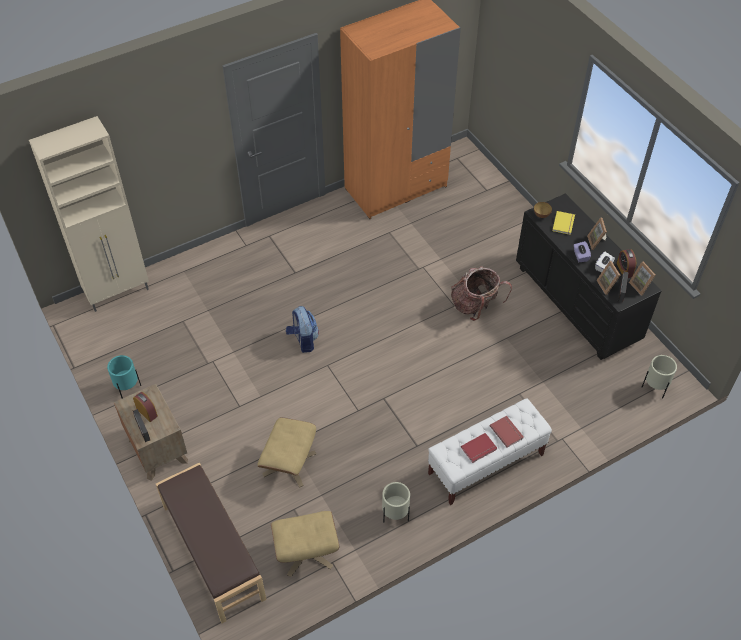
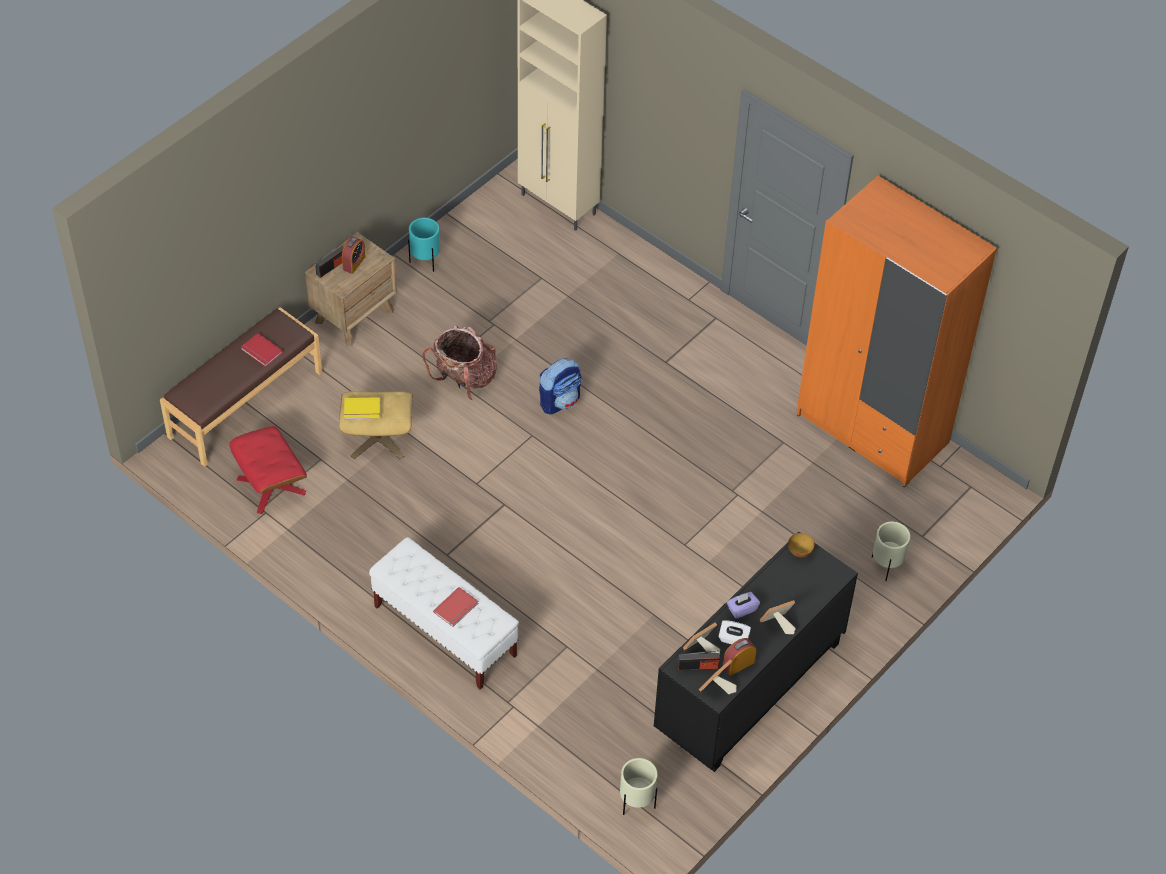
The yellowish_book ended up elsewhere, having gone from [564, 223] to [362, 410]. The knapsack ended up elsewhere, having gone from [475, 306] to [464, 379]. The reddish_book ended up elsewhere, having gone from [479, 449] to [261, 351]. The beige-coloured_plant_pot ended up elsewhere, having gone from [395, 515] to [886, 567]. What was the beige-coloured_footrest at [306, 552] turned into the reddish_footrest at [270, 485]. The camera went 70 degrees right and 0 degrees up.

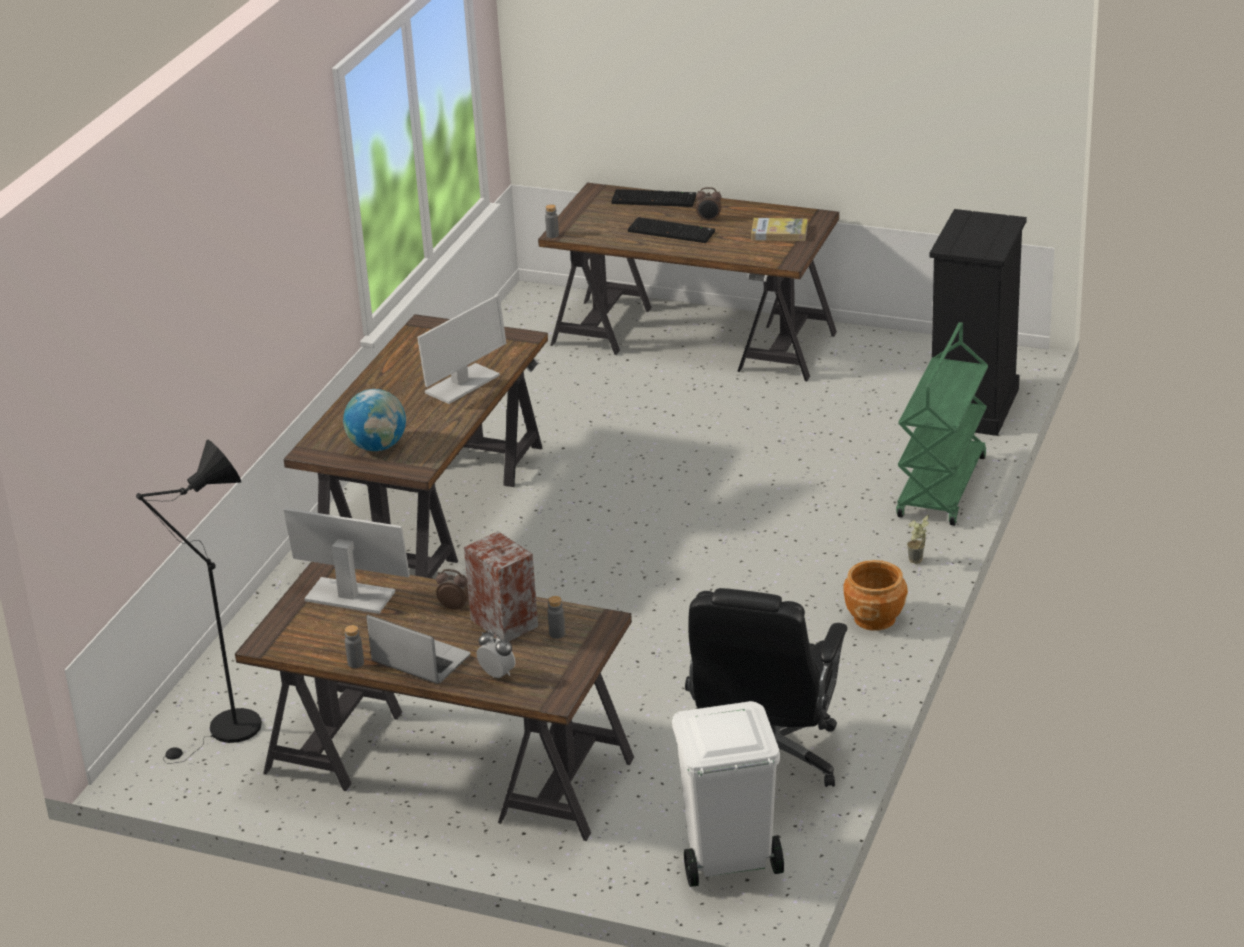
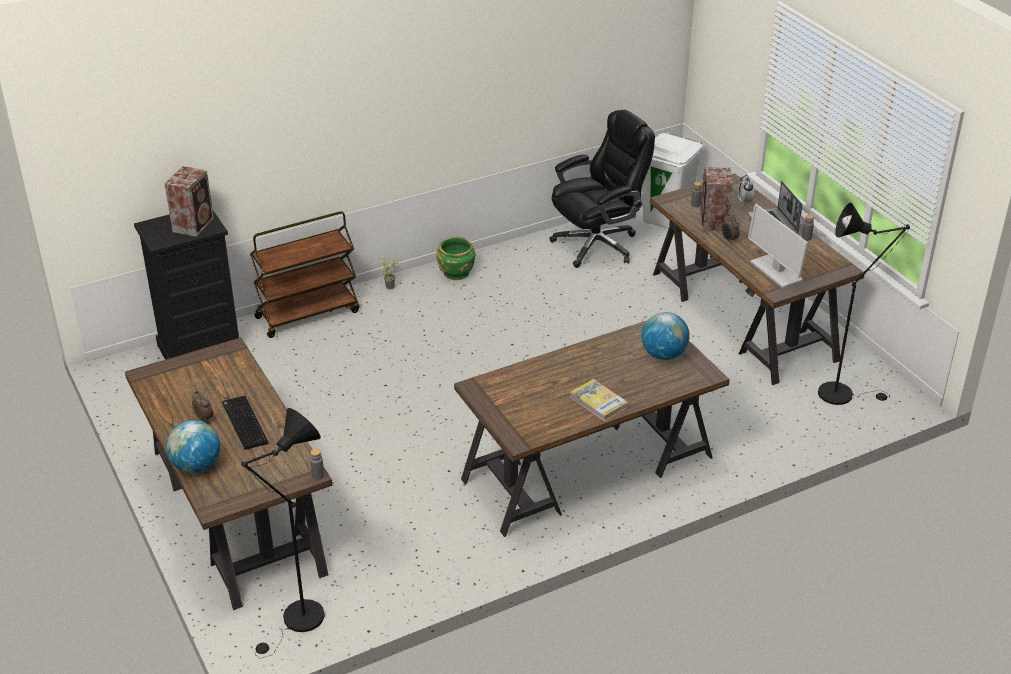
Where the computer_keyboard stood at [655, 199], the globe came to stand at [196, 466]. The book ended up elsewhere, having gone from [779, 232] to [598, 402]. The second view lost the computer_display at [462, 385]. What was the green-coloured_wheeled_cart at [942, 488] turned into the brownish_wheeled_cart at [308, 314]. What was the brownish_plant_pot at [875, 618] turned into the green-coloured_plant_pot at [456, 272]. The second view gained the loudspeaker at [194, 224]. The second view gained the black_floor_lamp at [298, 622]. The camera went 140 degrees left and 5 degrees up.

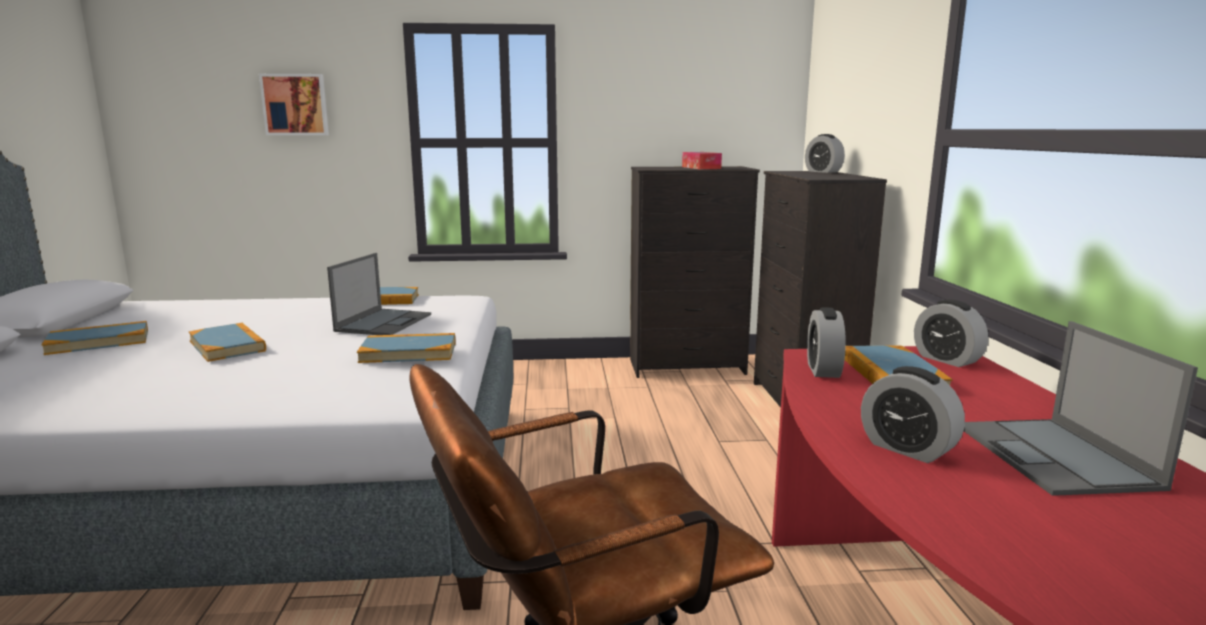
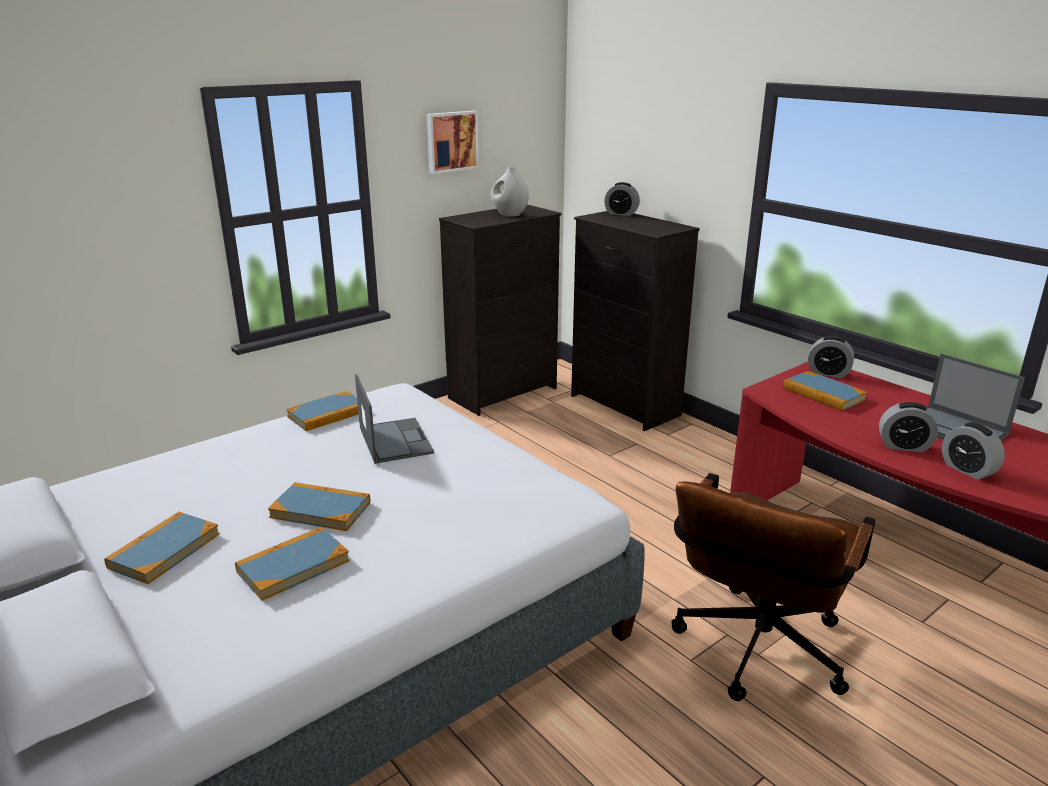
The wall_picture ended up elsewhere, having gone from [295, 105] to [451, 141]. Where the box_of_tissues stood at [701, 168], the whitish_decorative_vase came to stand at [509, 215]. The table_clock ended up elsewhere, having gone from [823, 370] to [967, 470]. The book ended up elsewhere, having gone from [408, 352] to [293, 566]. The camera went 35 degrees left and 10 degrees up.

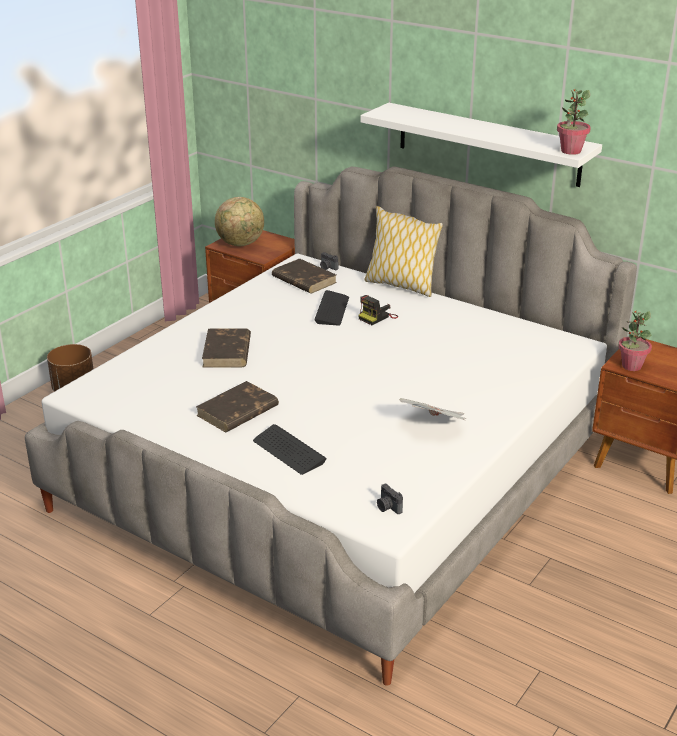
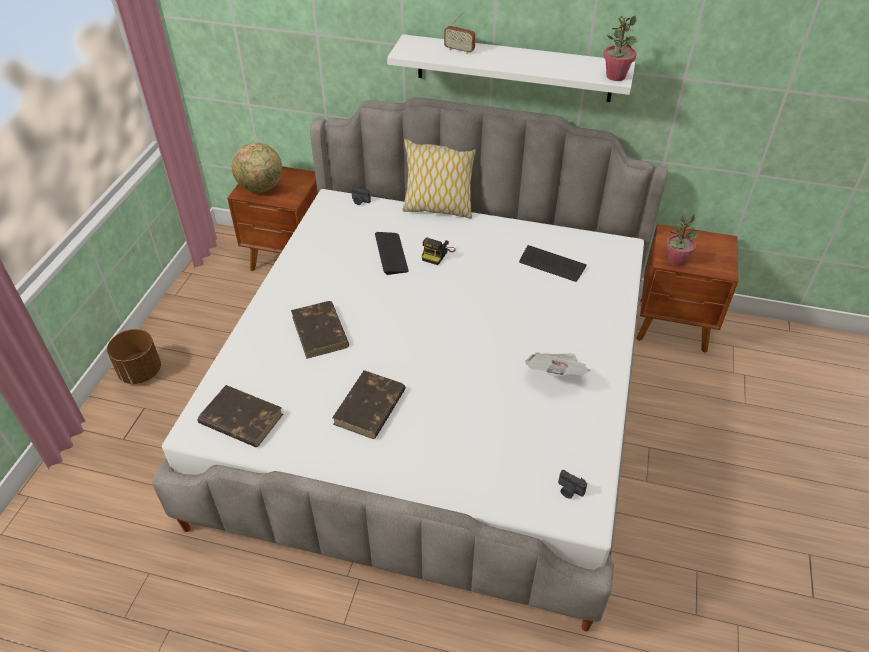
The brownish_book ended up elsewhere, having gone from [303, 279] to [240, 419]. The computer_keyboard ended up elsewhere, having gone from [289, 451] to [552, 264]. The second view gained the radio at [459, 50]. The camera went 20 degrees left and 15 degrees up.

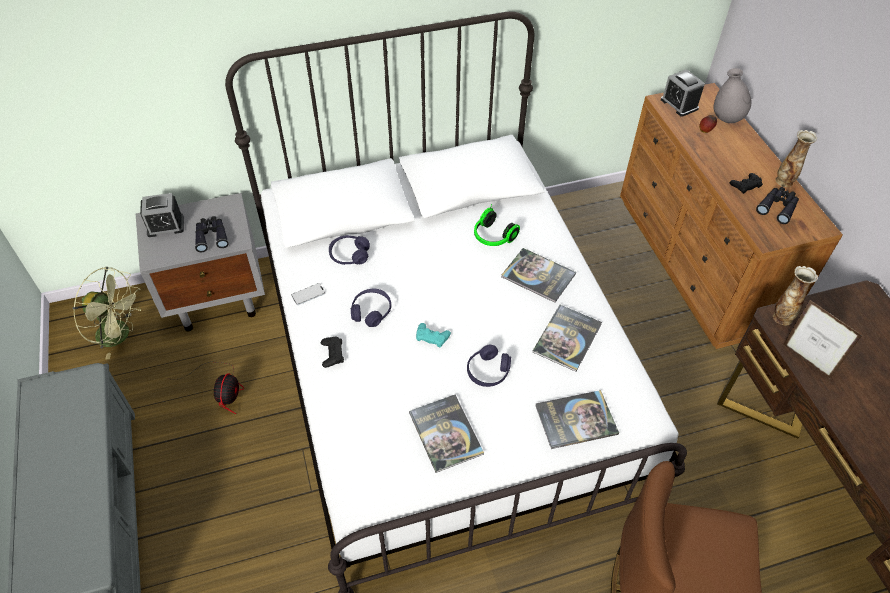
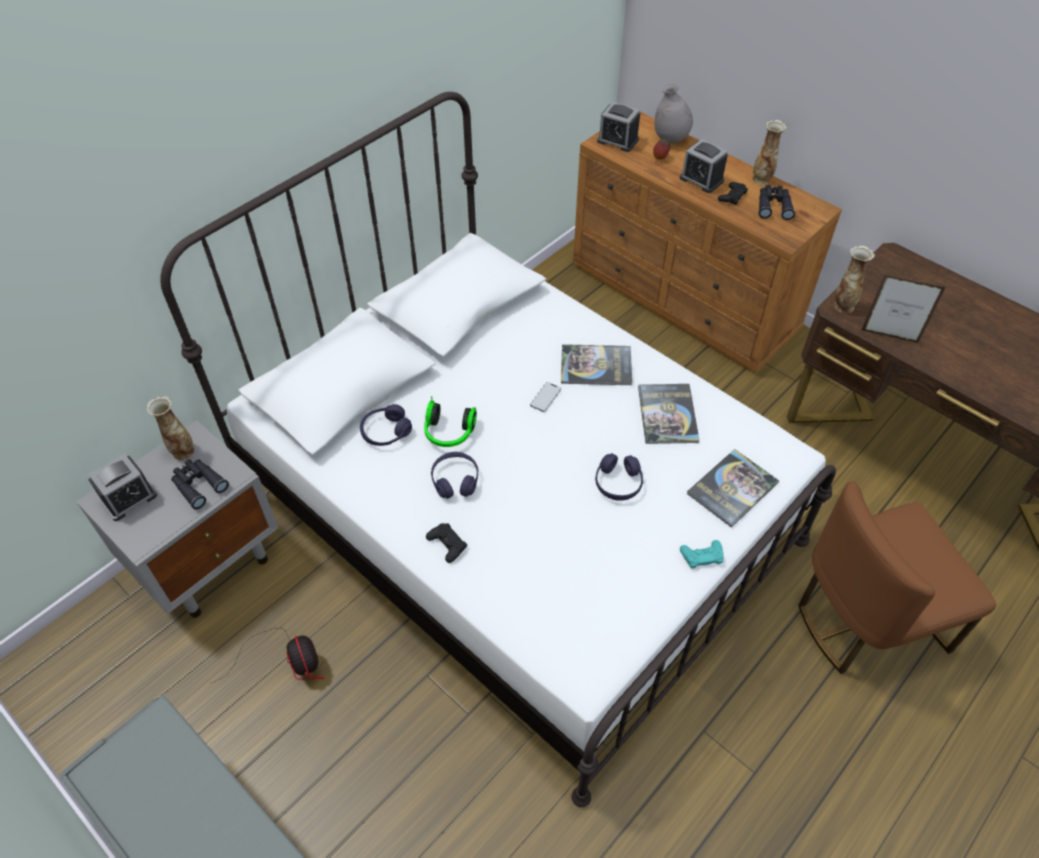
The headset ended up elsewhere, having gone from [492, 237] to [448, 433]. The second view lost the green-coloured_electric_fan at [120, 335]. The telephone ended up elsewhere, having gone from [308, 294] to [545, 397]. The turquoise-coloured_game_controller ended up elsewhere, having gone from [432, 337] to [702, 556]. The second view lost the book at [445, 433]. The second view gained the table_clock at [701, 179]. The second view gained the decorative_vase at [182, 451]. The camera went 30 degrees left and 0 degrees up.

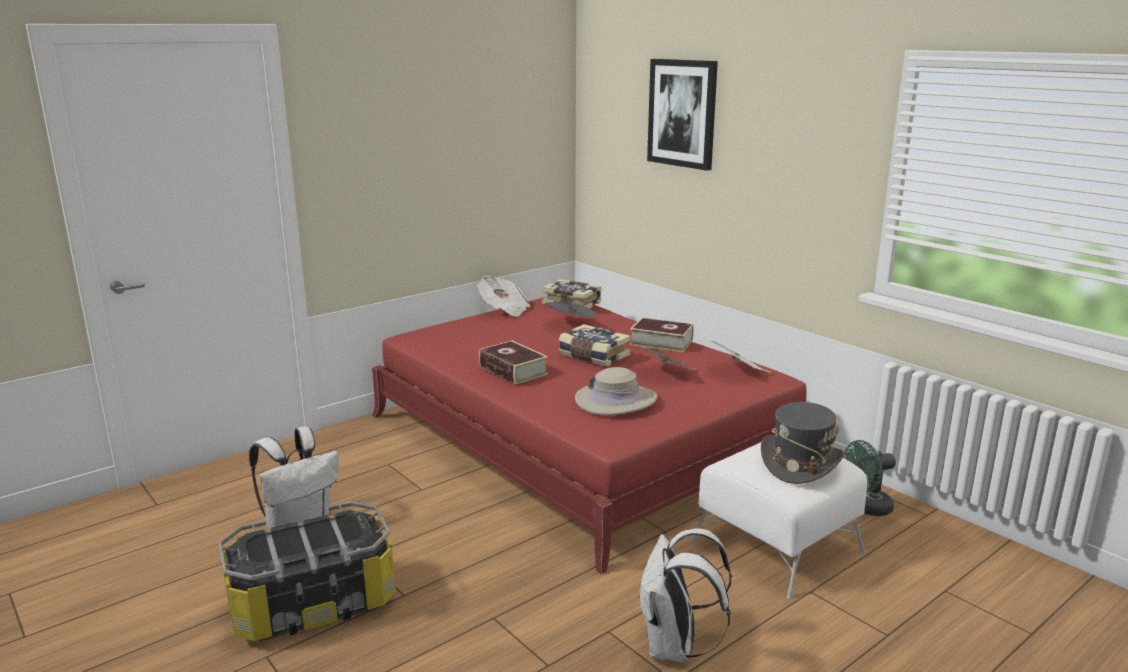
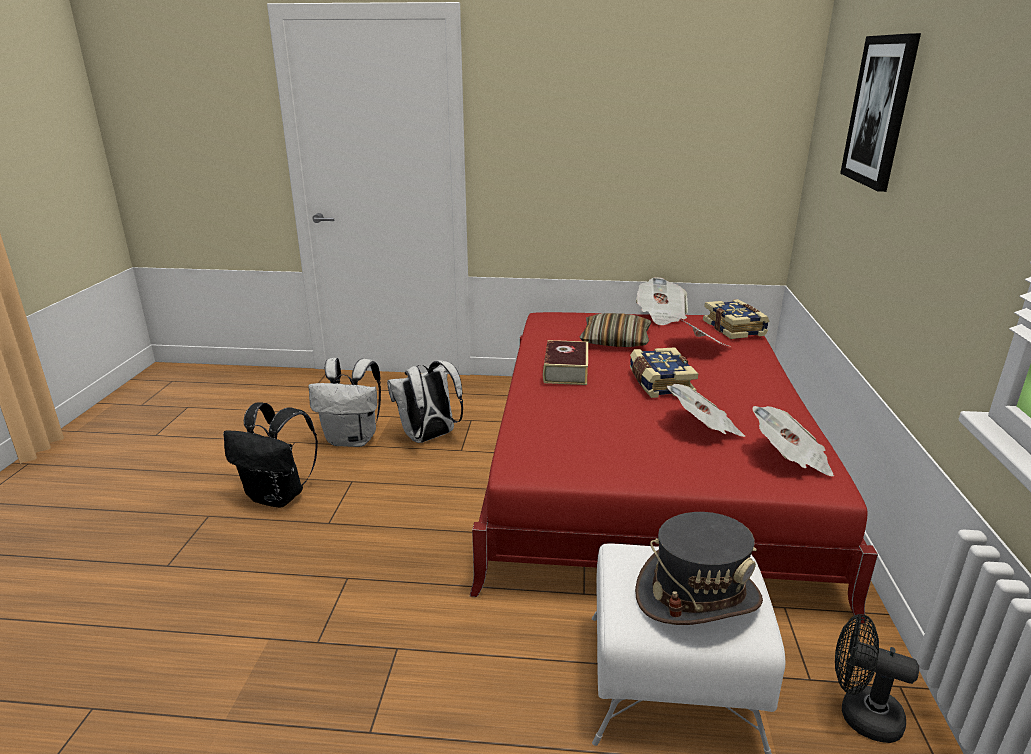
The second view lost the book at [661, 342]. The second view lost the beige-coloured_hat at [615, 400]. What was the green-coloured_electric_fan at [866, 508] turned into the black_electric_fan at [860, 714]. Where the storage_box stood at [313, 604], the black_knapsack came to stand at [278, 496]. The whitish_knapsack ended up elsewhere, having gone from [675, 648] to [429, 437]. The second view gained the throw_pillow at [615, 340]. The camera went 45 degrees right and 5 degrees up.

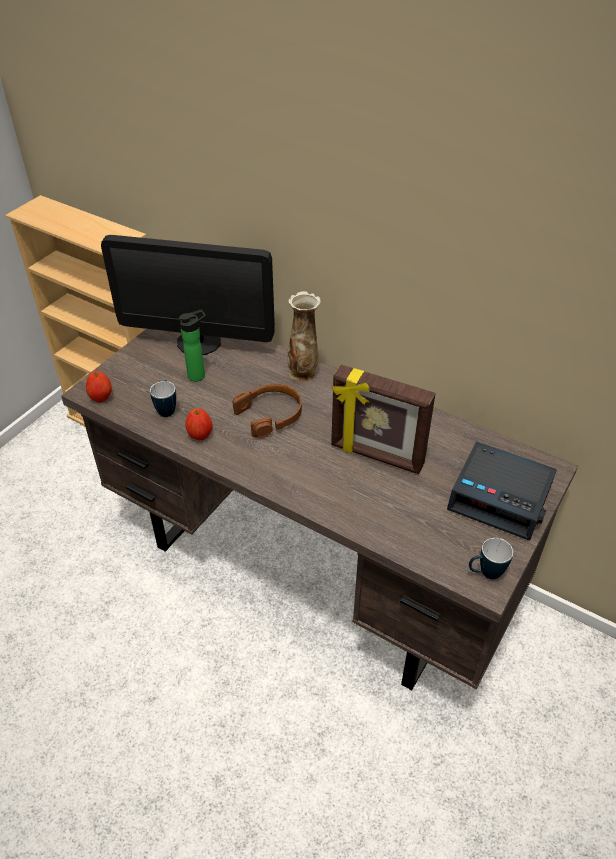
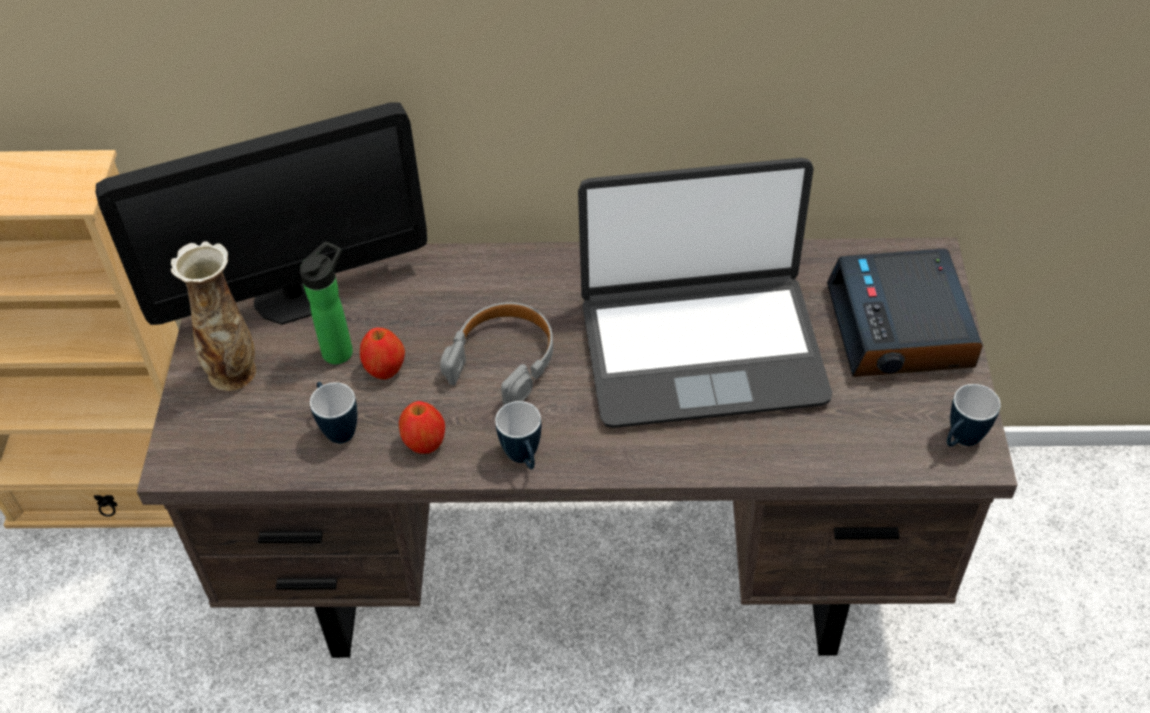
The decorative_vase ended up elsewhere, having gone from [303, 373] to [234, 372]. Where the picture_frame stood at [376, 456], the laptop came to stand at [701, 349]. The whole_apple ended up elsewhere, having gone from [101, 397] to [385, 369]. What was the brownish_headset at [270, 414] turned into the greyish_headset at [503, 359]. The table_clock at [501, 497] ended up facing another way, 90 degrees clockwise from before. The second view gained the mug at [524, 460]. The camera went 30 degrees left and 5 degrees up.

